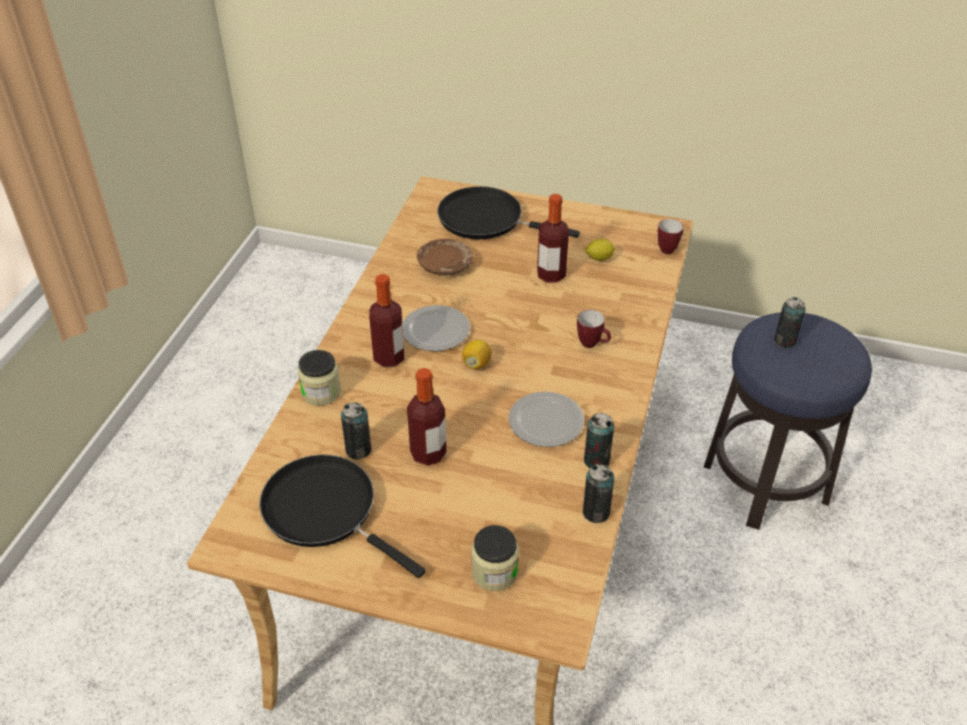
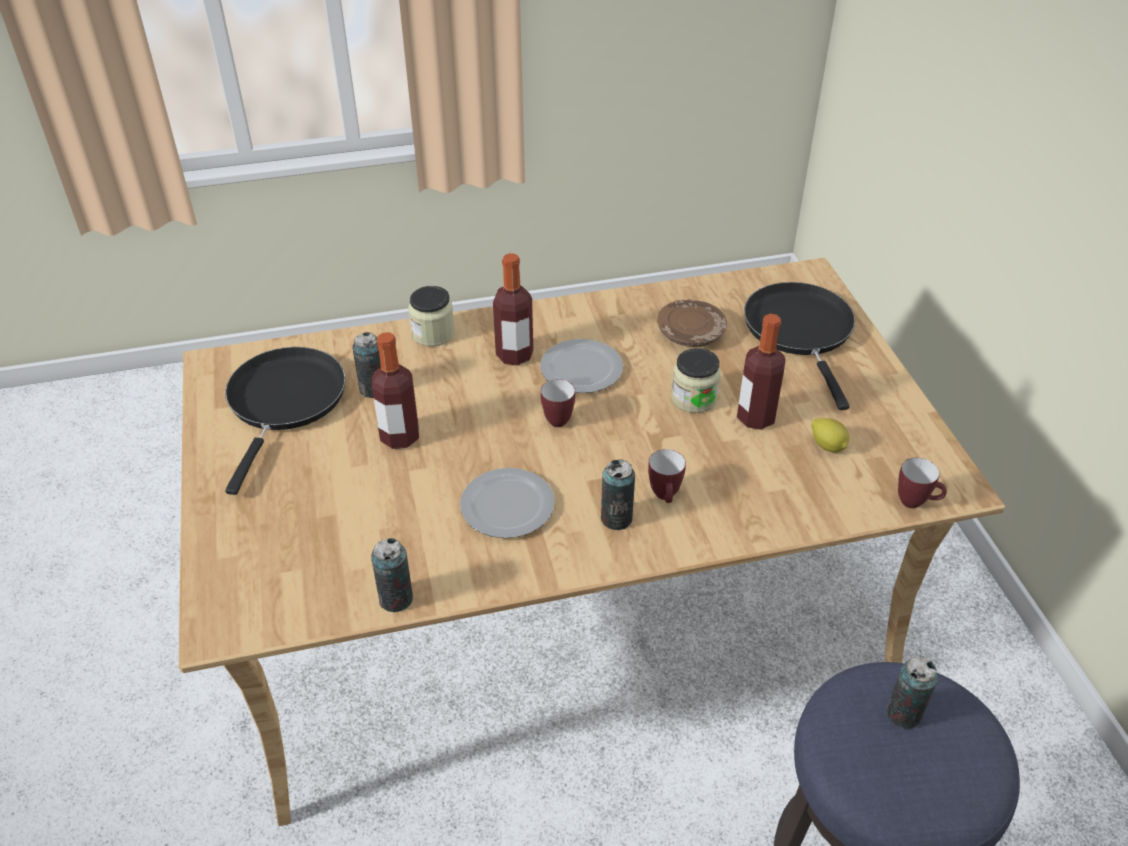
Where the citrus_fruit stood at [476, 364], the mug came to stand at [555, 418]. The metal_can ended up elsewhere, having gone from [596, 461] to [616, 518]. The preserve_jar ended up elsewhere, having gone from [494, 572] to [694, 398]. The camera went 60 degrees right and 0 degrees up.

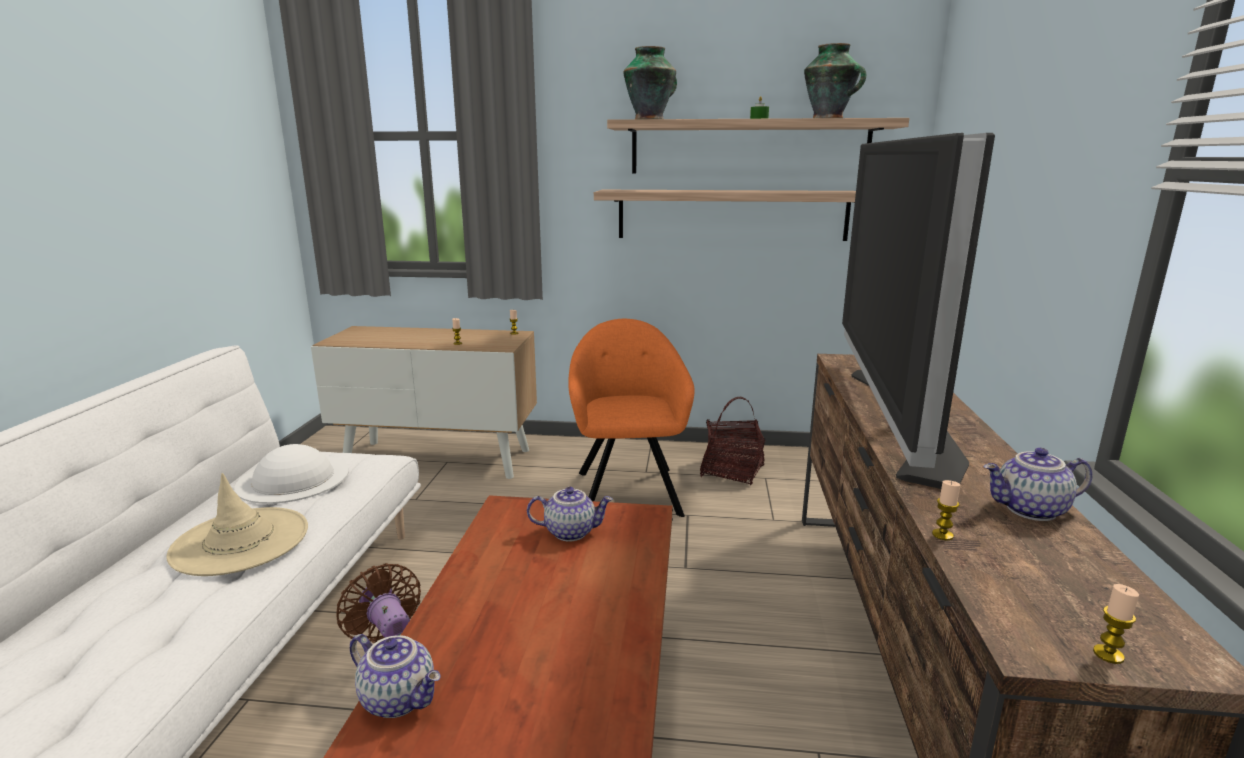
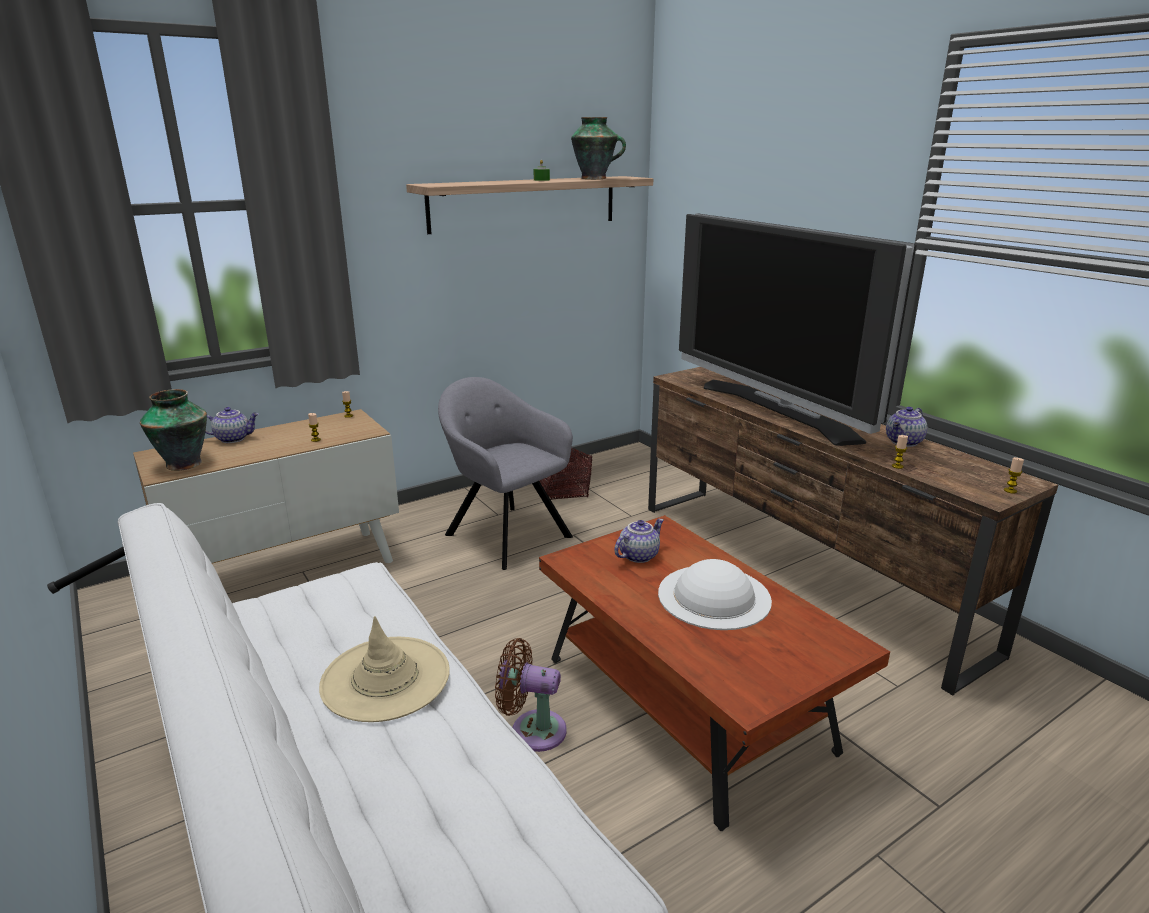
The decorative_vase ended up elsewhere, having gone from [650, 119] to [185, 463]. The second view lost the bracket_shelf at [732, 215]. What was the orangey_lounge_chair at [627, 490] turned into the greyish_lounge_chair at [504, 533]. The whitish_hat ended up elsewhere, having gone from [293, 478] to [714, 596]. The tea_pot ended up elsewhere, having gone from [400, 698] to [233, 438]. The camera went 40 degrees left and 5 degrees up.

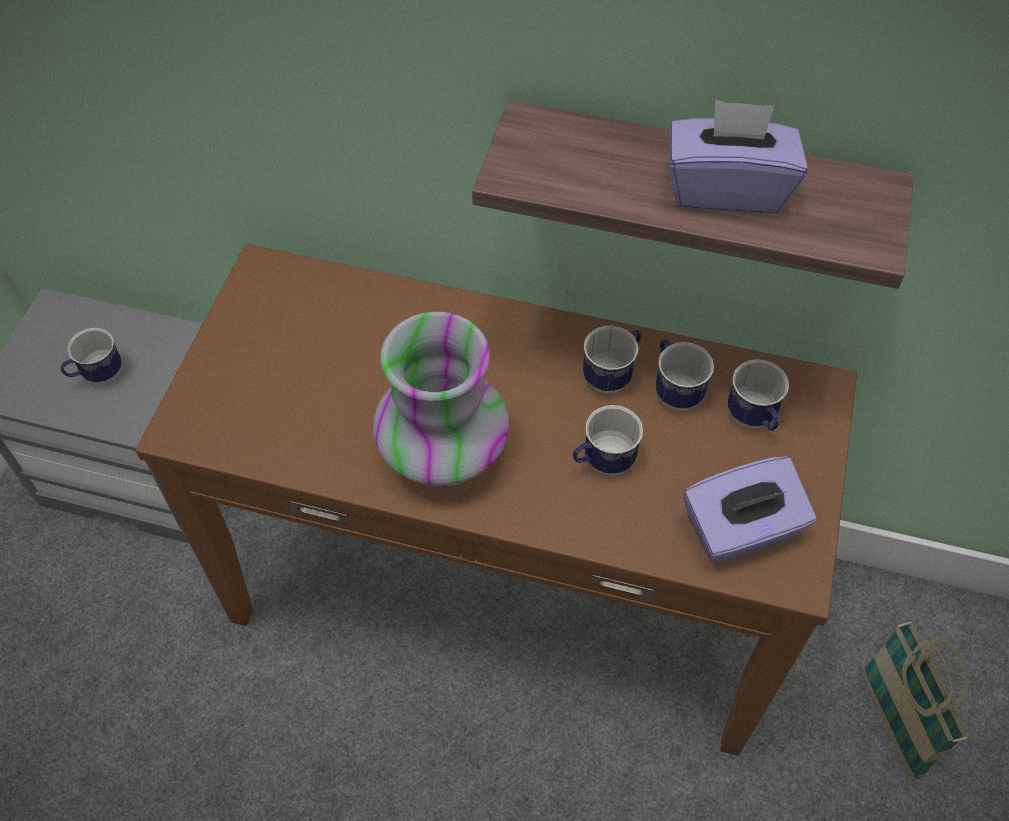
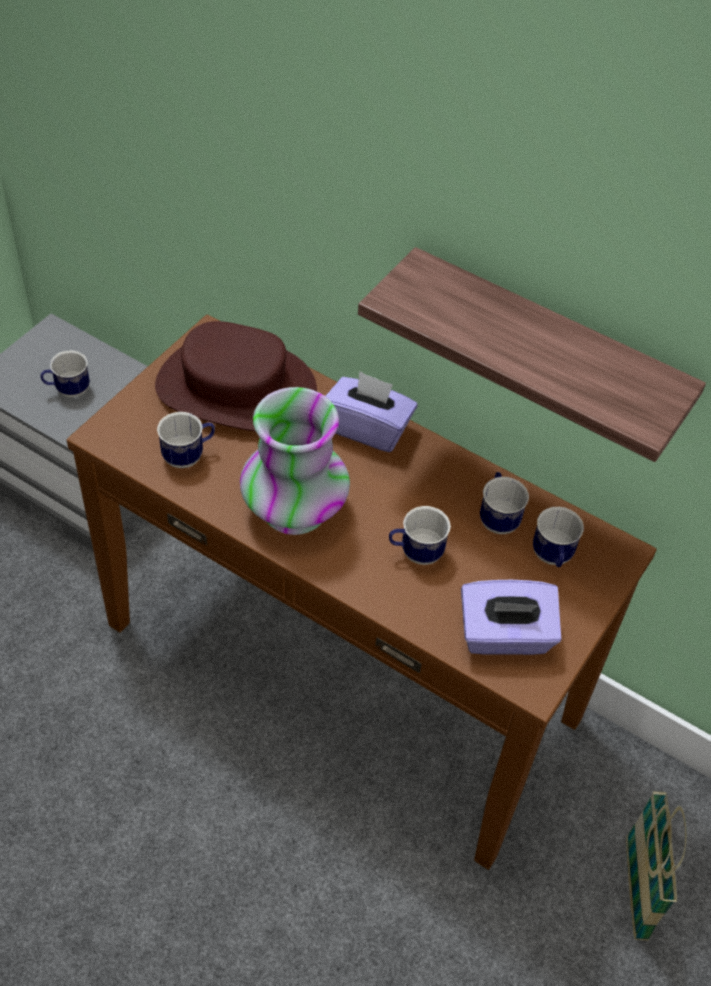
The purplish_box_of_tissues ended up elsewhere, having gone from [726, 189] to [368, 428]. The mug ended up elsewhere, having gone from [612, 375] to [189, 456]. The second view gained the brownish_hat at [235, 390]. The camera went 15 degrees right and 5 degrees down.

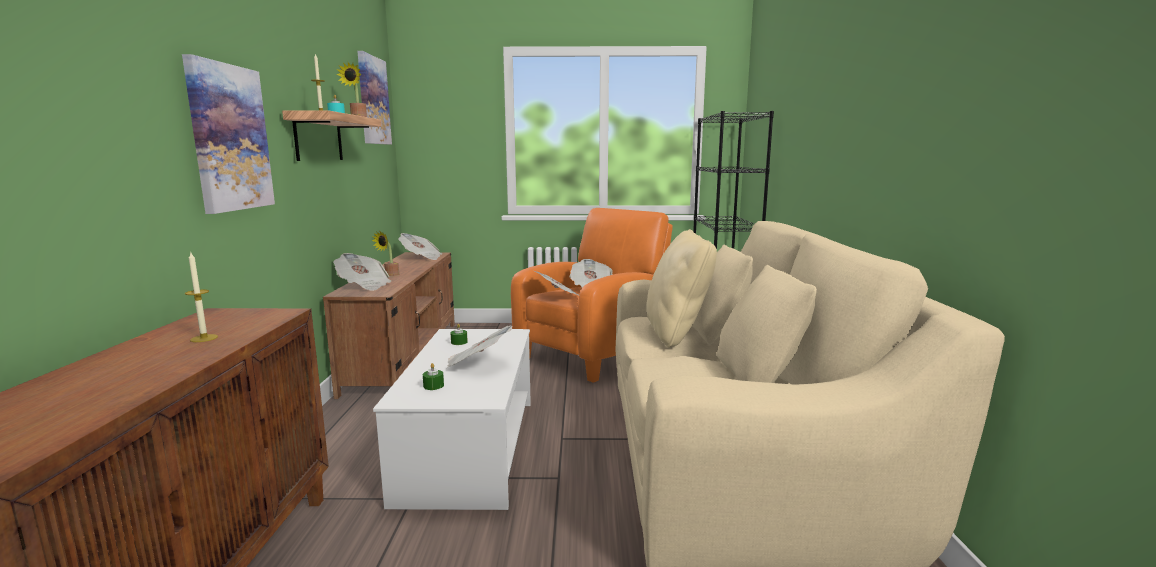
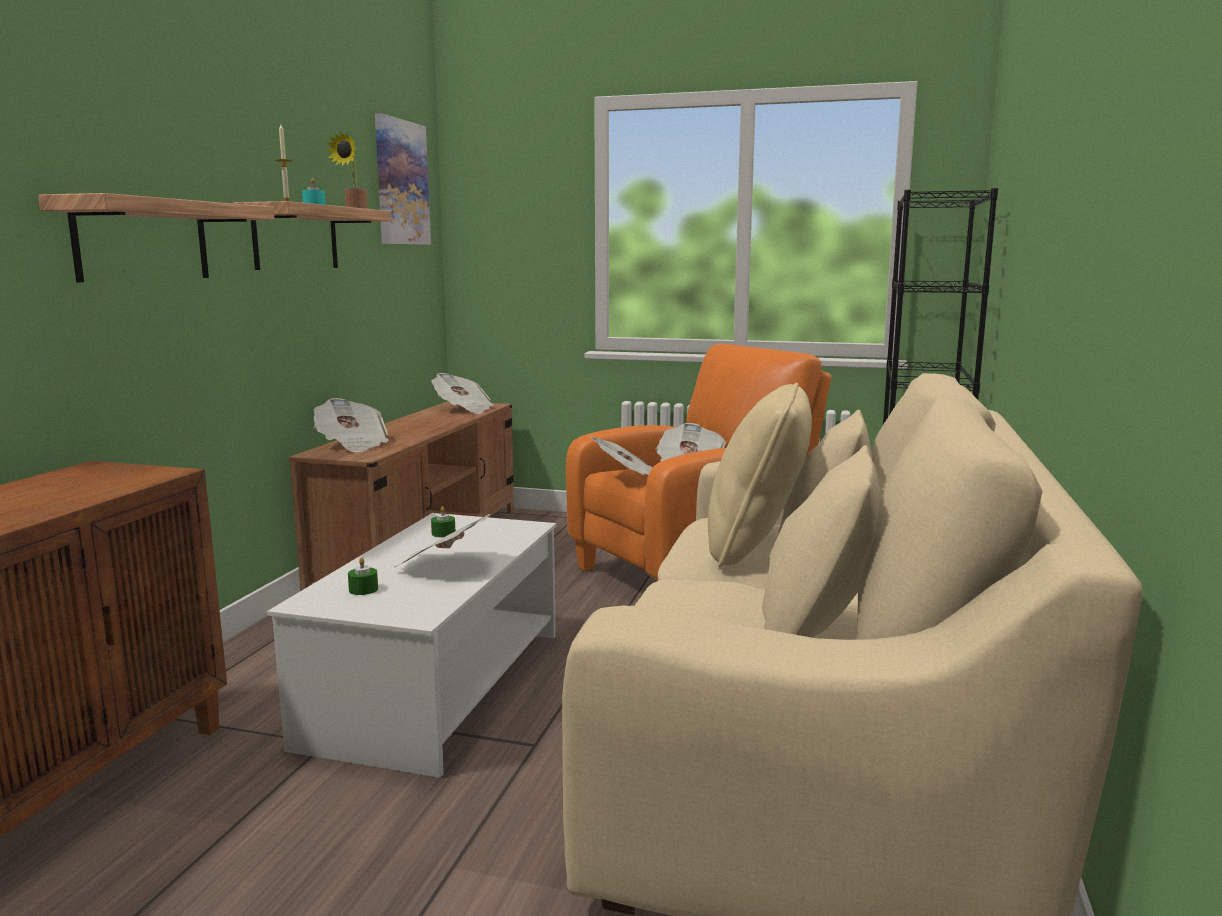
Where the wall_picture hung at [229, 138], the bracket_shelf came to hang at [143, 241]. The second view lost the houseplant at [390, 275]. The second view lost the candle at [204, 338]. The camera went 15 degrees right and 0 degrees up.

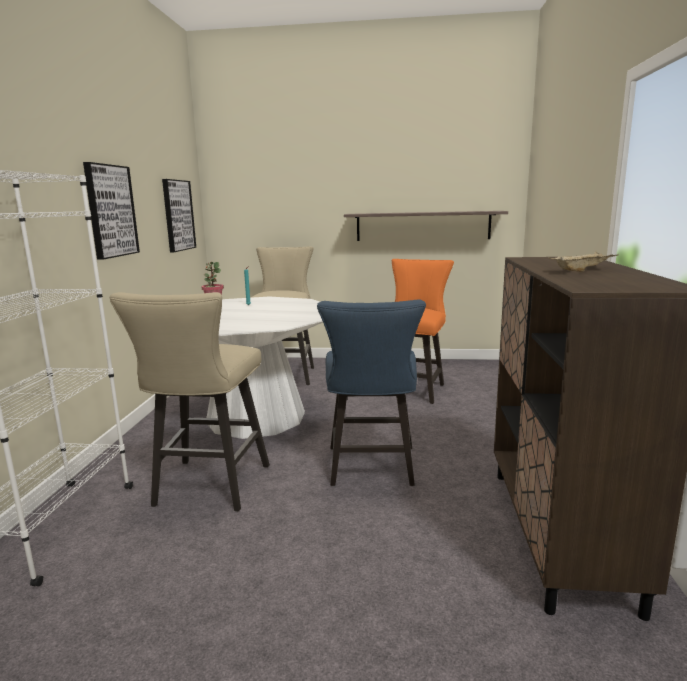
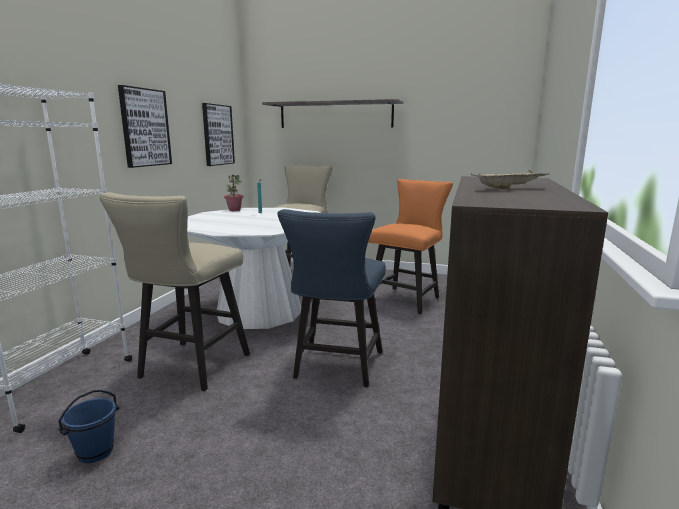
The bracket_shelf ended up elsewhere, having gone from [423, 226] to [335, 115]. The second view gained the blue_water_bucket at [95, 452]. The camera went 10 degrees right and 0 degrees up.

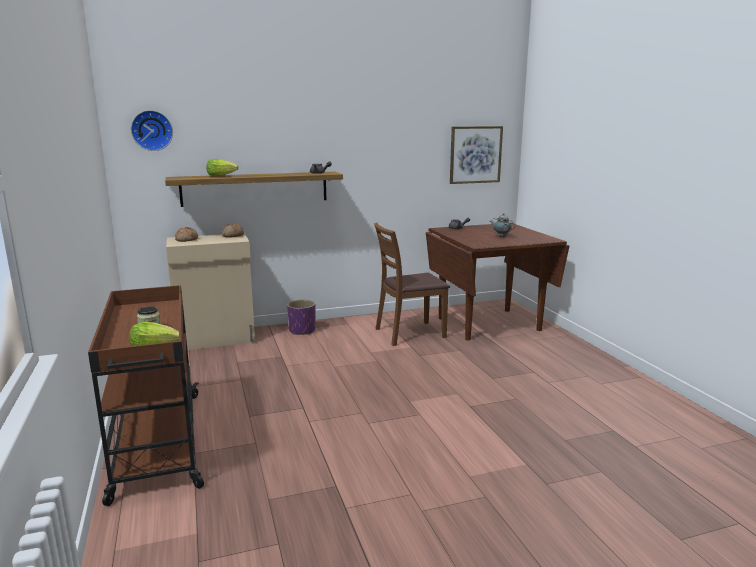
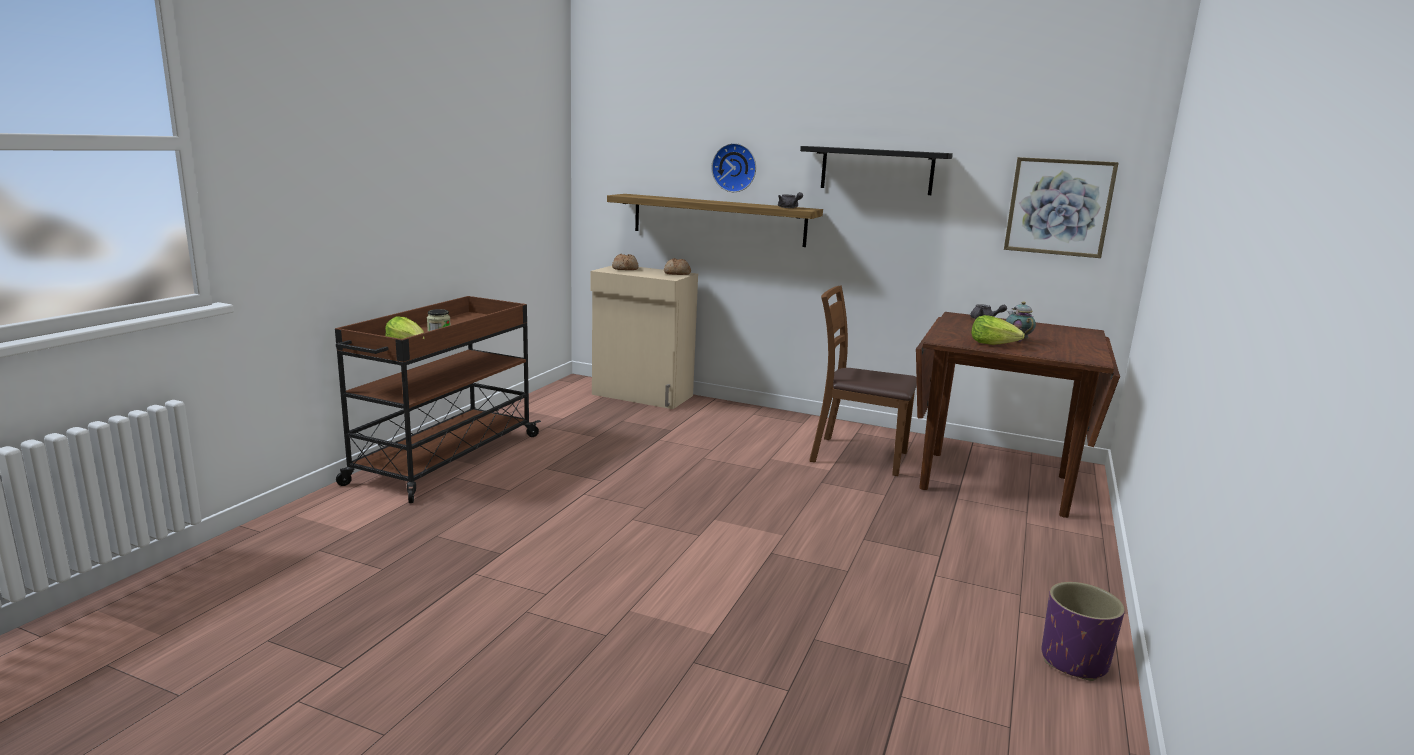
The hanging_clock ended up elsewhere, having gone from [152, 130] to [735, 167]. The lettuce ended up elsewhere, having gone from [221, 176] to [993, 344]. The purplish_plant_pot ended up elsewhere, having gone from [302, 331] to [1073, 661]. The second view gained the black_bracket_shelf at [876, 170]. The camera went 40 degrees right and 0 degrees up.

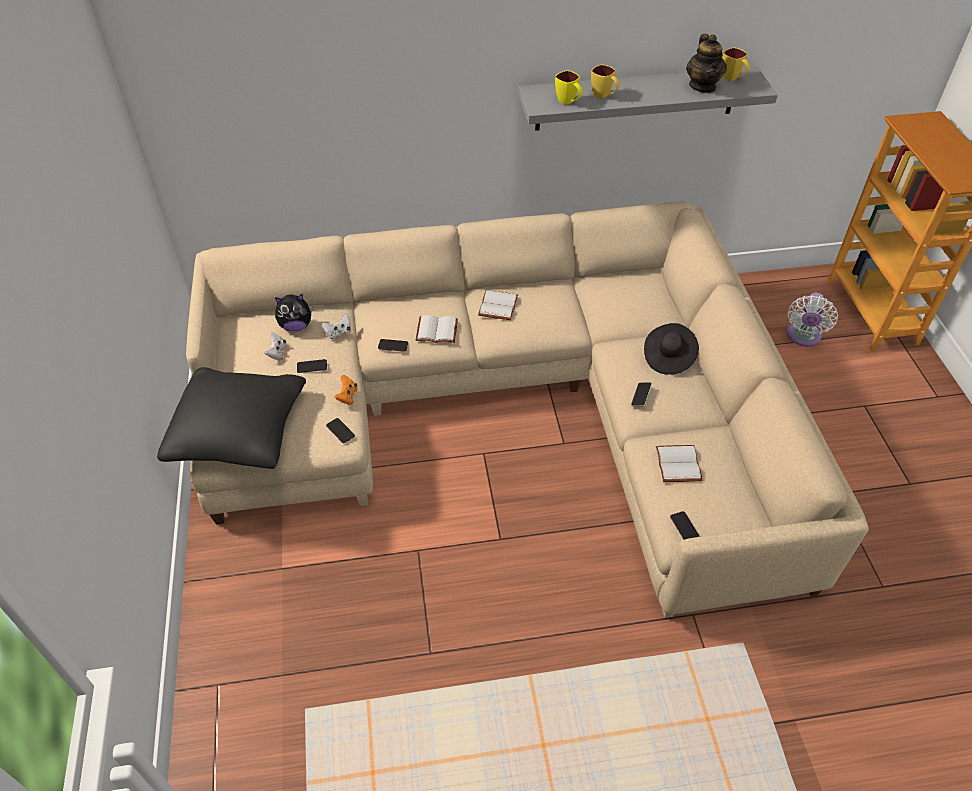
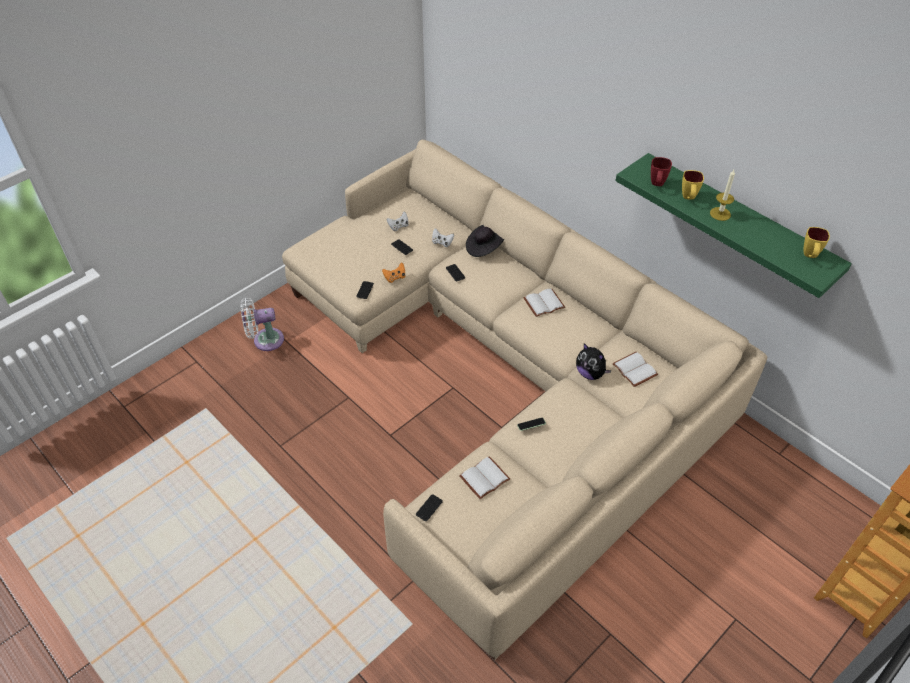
The second view lost the tea_pot at [702, 86]. What was the greyish_bracket_shelf at [636, 99] turned into the green-coloured_bracket_shelf at [737, 222]. What was the yellowish_mug at [568, 102] turned into the reddish_mug at [657, 185]. The whitish_electric_fan ended up elsewhere, having gone from [802, 337] to [265, 340]. The cuddly_toy ended up elsewhere, having gone from [296, 326] to [590, 373]. The whitish_book ended up elsewhere, having gone from [437, 330] to [636, 370]. The black_hat ended up elsewhere, having gone from [668, 357] to [484, 247]. The second view lost the black_throw_pillow at [238, 431]. The second view gained the candle at [720, 214]. The camera went 55 degrees right and 0 degrees up.

